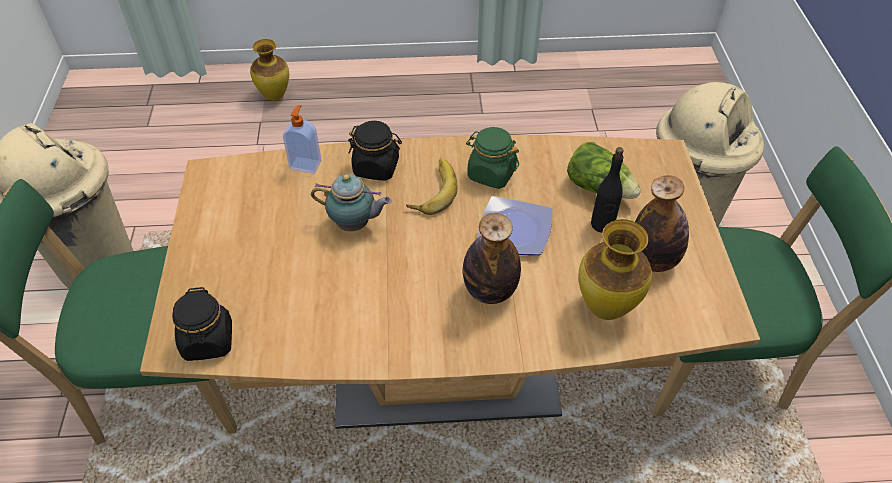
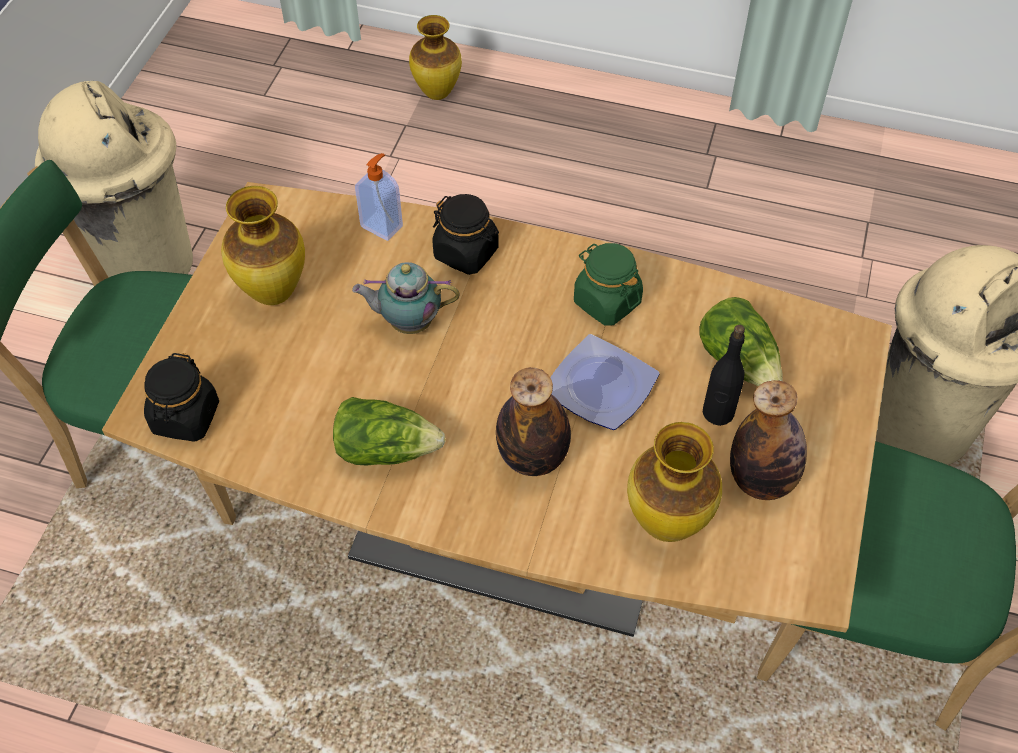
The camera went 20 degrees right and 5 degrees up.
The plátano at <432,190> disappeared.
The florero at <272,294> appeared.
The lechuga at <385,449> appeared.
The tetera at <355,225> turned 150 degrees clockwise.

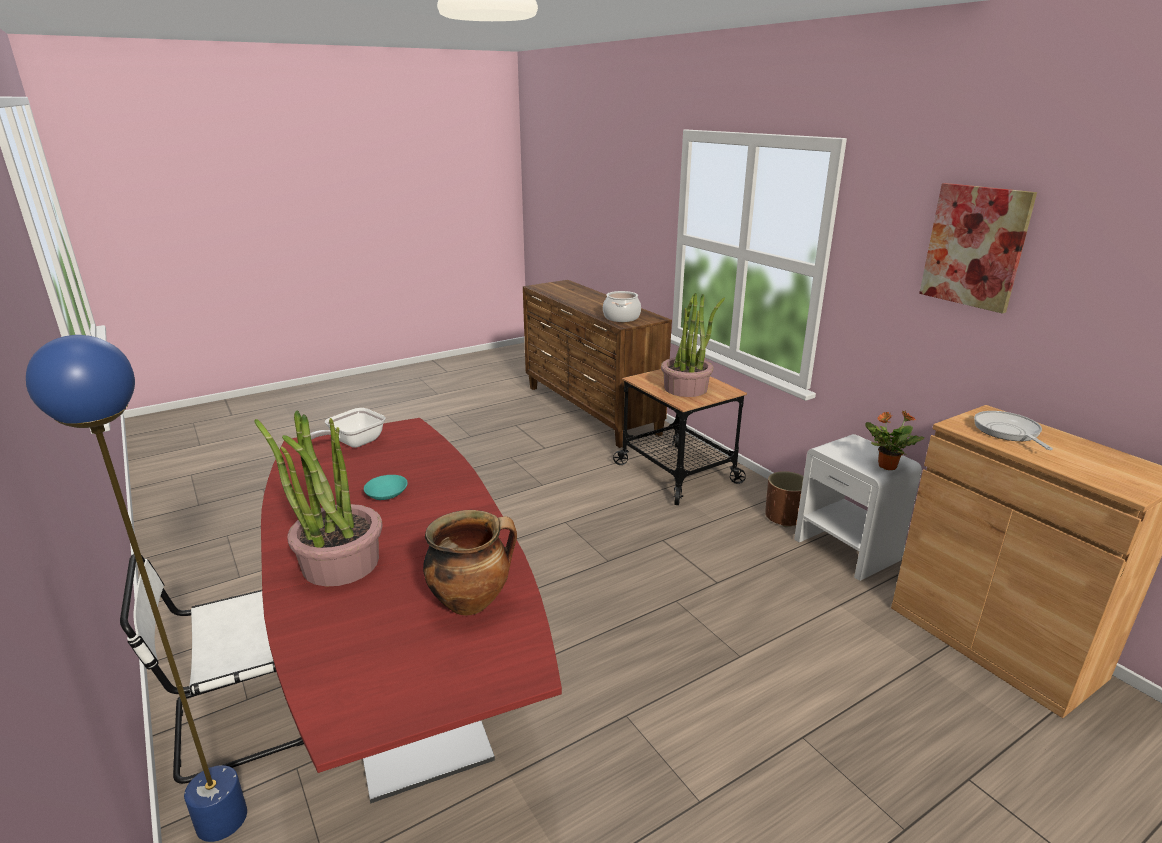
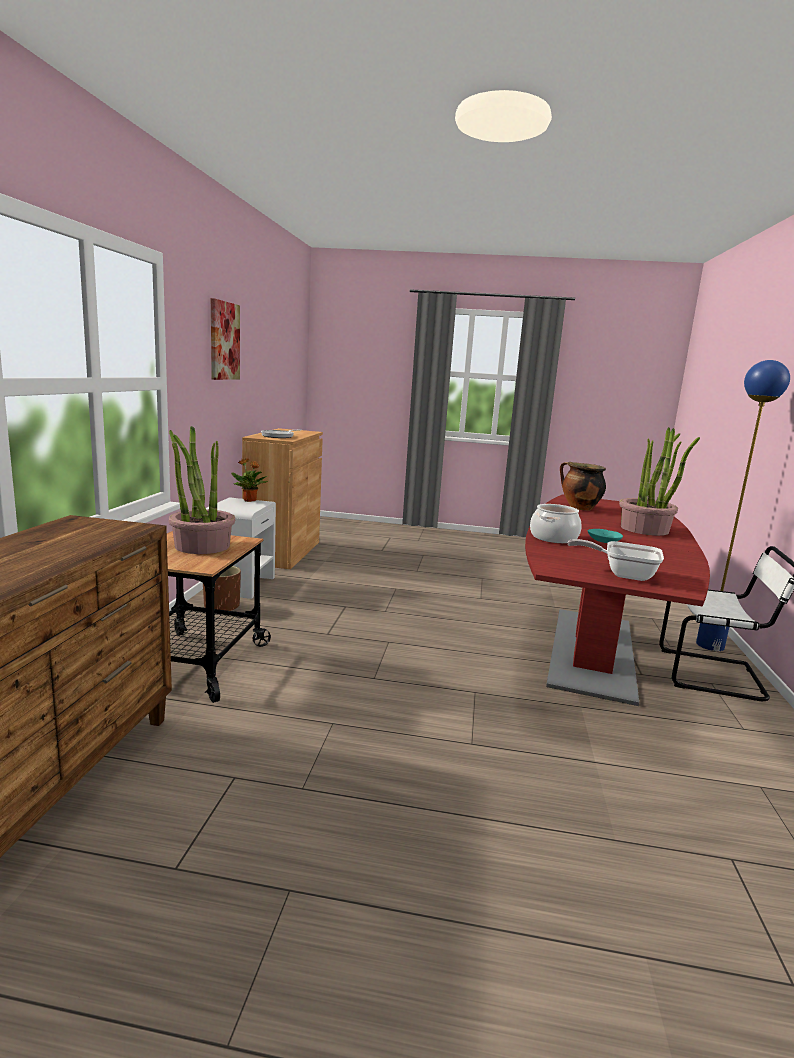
The camera went 140 degrees left and 10 degrees down.
The olla moved from <621,318> to <553,538>.
The sartén at <352,443> turned 150 degrees counterclockwise.

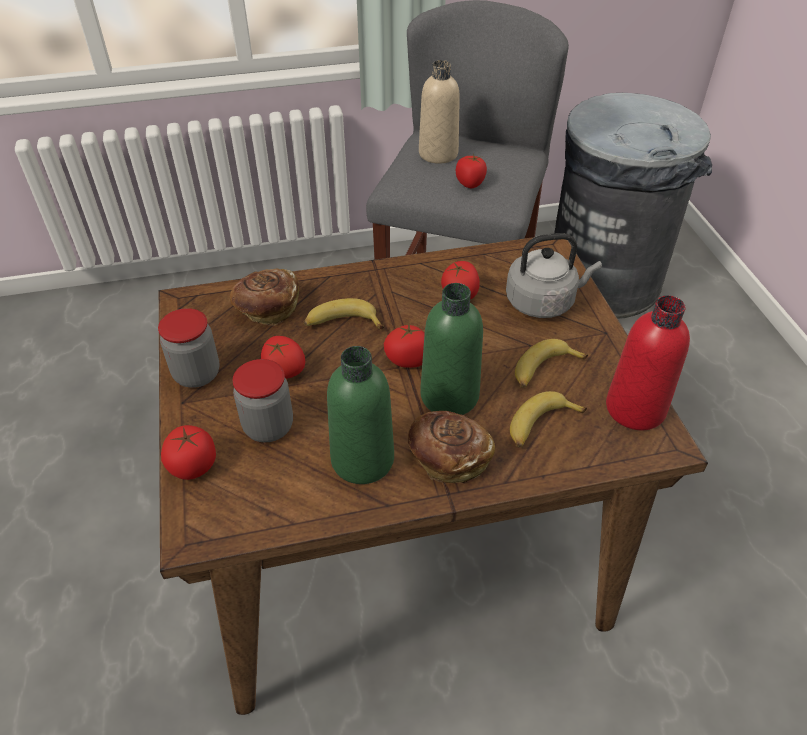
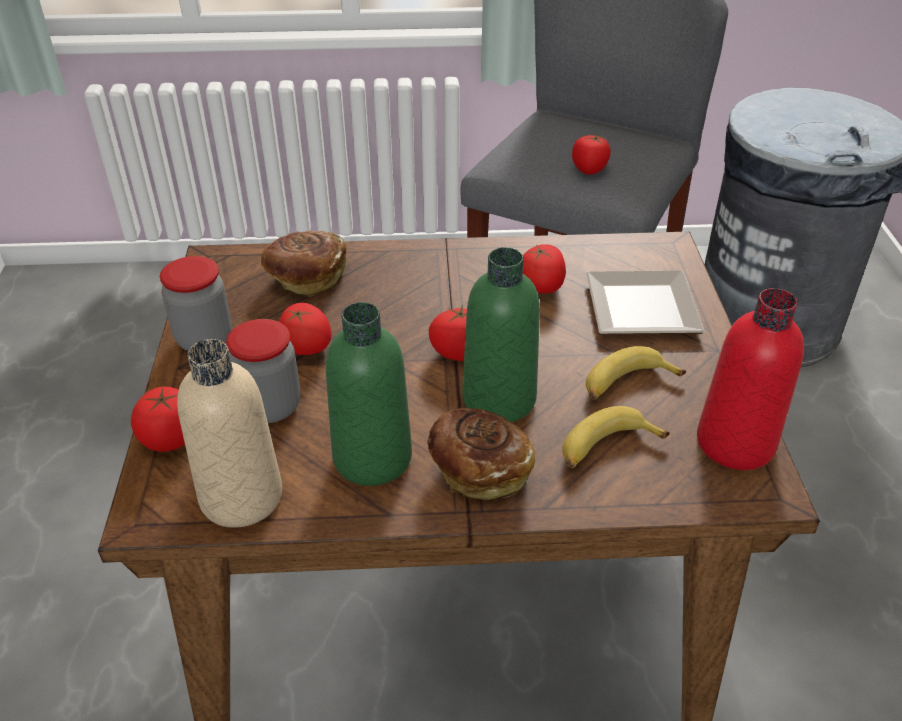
The camera went 10 degrees right and 5 degrees down.
The plátano at <342,323> disappeared.
The botella (beis) moved from <438,154> to <241,497>.
The hervidor (gris) at <543,302> was replaced by the plato at <644,306>.

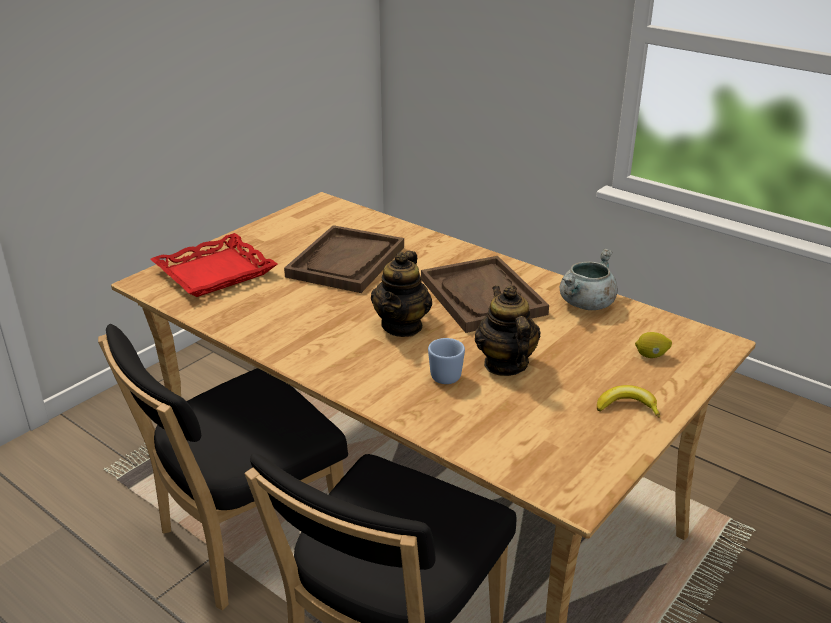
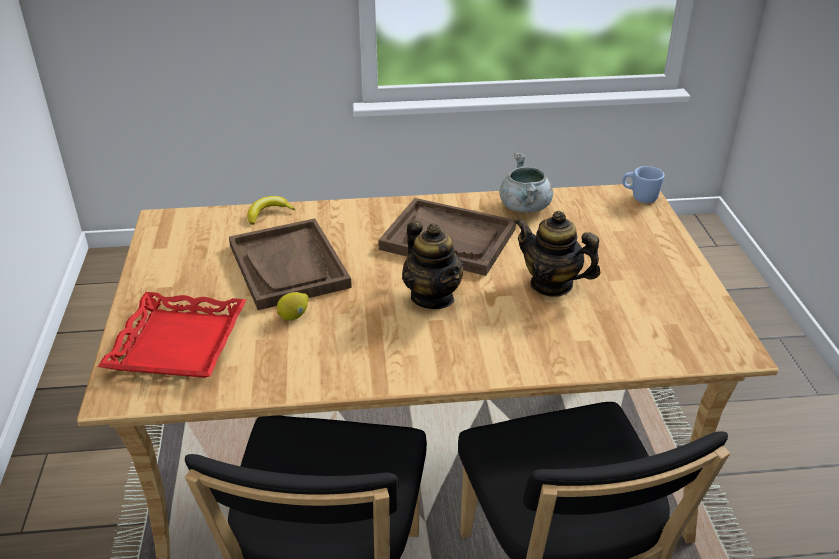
The camera went 45 degrees left and 5 degrees up.
The taza grande (azul) moved from <443,374> to <639,197>.
The plátano moved from <627,407> to <268,214>.
The limón moved from <651,356> to <294,316>.

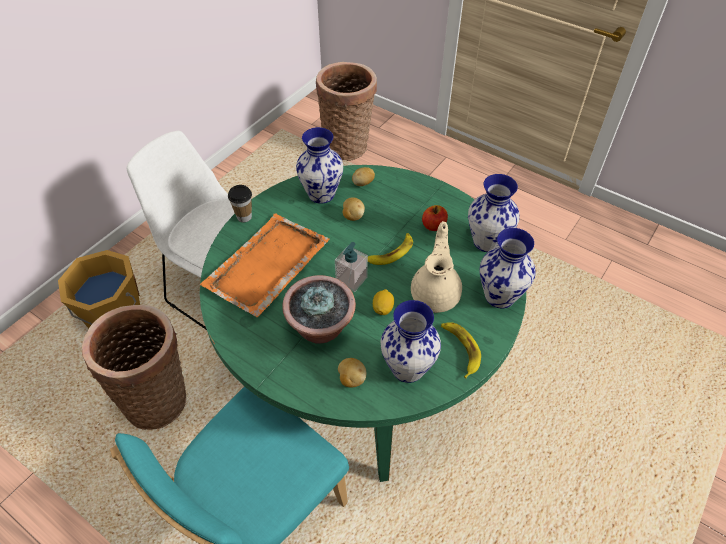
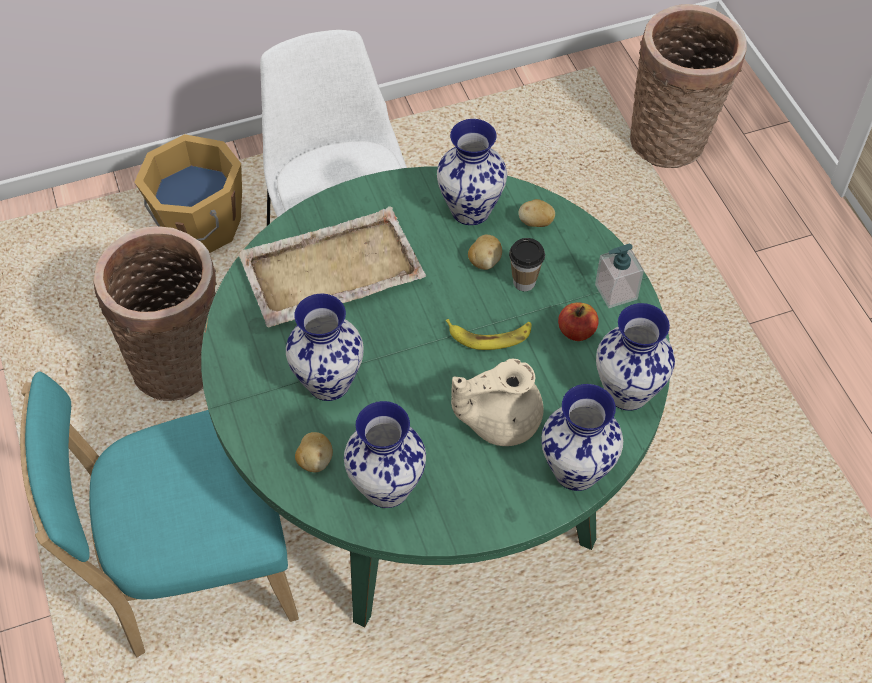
The camera went 35 degrees right and 5 degrees up.
The limón at <383,308> disappeared.
The plátano at <460,349> disappeared.
The taza moved from <244,217> to <524,282>.
The dispensador de jabón moved from <351,280> to <615,292>.
The planta en maceta at <321,328> was replaced by the florero at <330,383>.
The bandeja (naranja) at <266,266> became the bandeja (beis) at <330,270>.
The tetera (beis) at <436,293> turned 150 degrees counterclockwise.

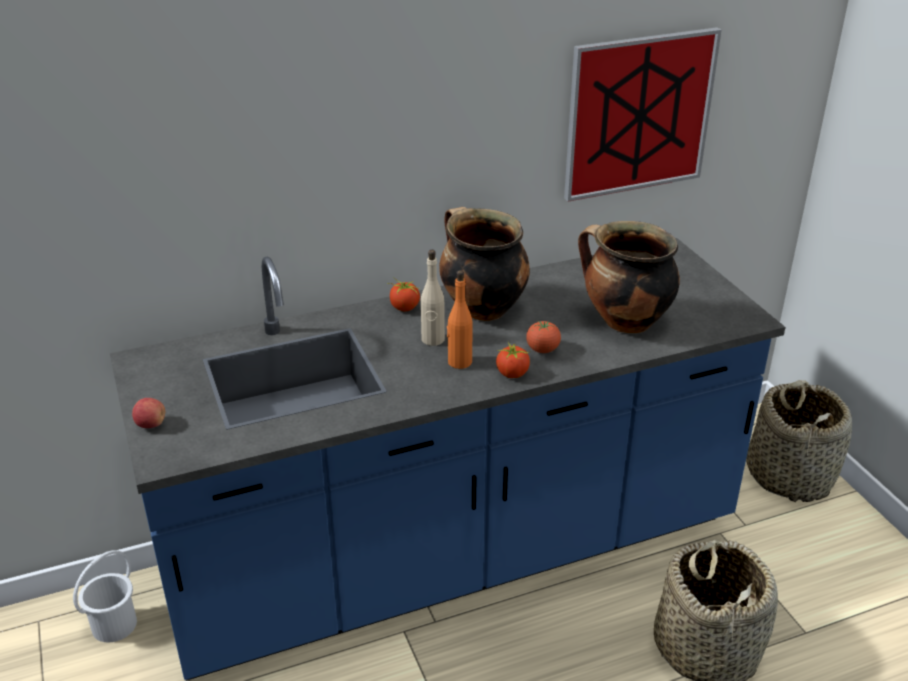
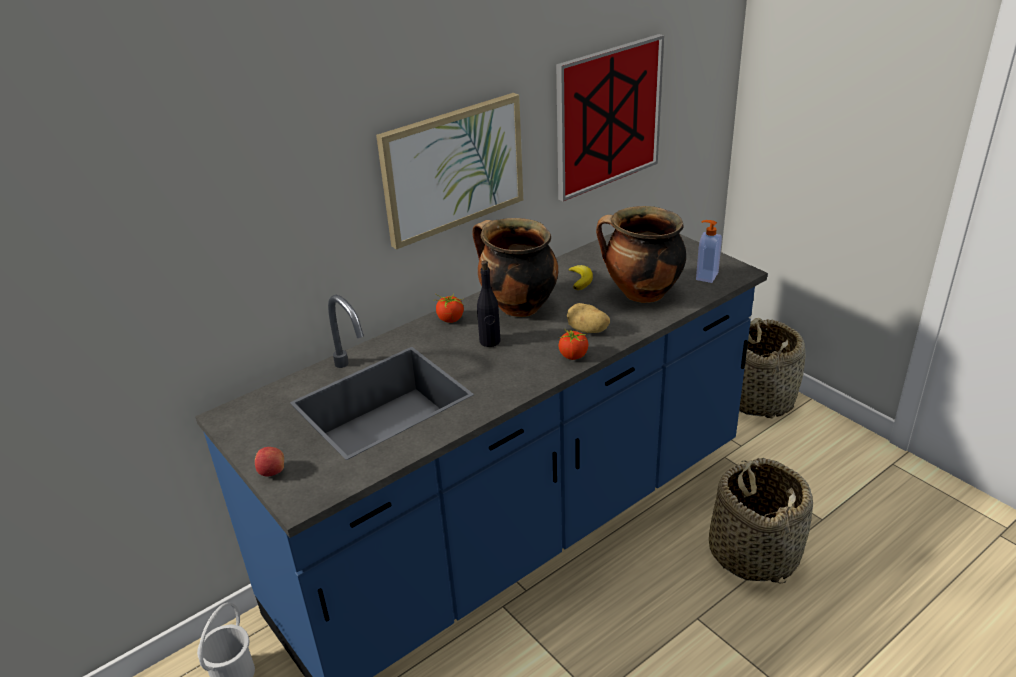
The camera went 15 degrees left and 0 degrees up.
The botella (naranja) at <459,362> disappeared.
The cuadro at <452,168> appeared.
The plátano at <580,279> appeared.
The dispensador de jabón at <706,276> appeared.
The tomate at <542,350> was replaced by the patata at <587,330>.
The botella (beis) at <433,340> became the botella (negro) at <490,341>.

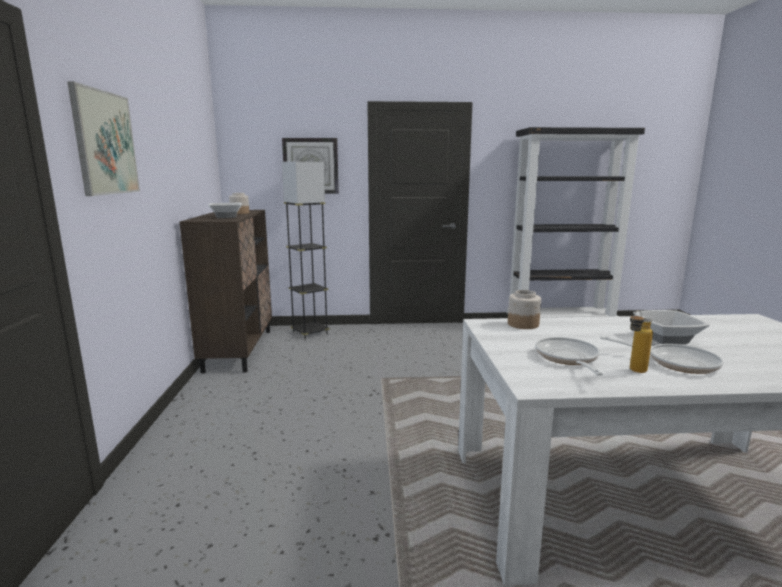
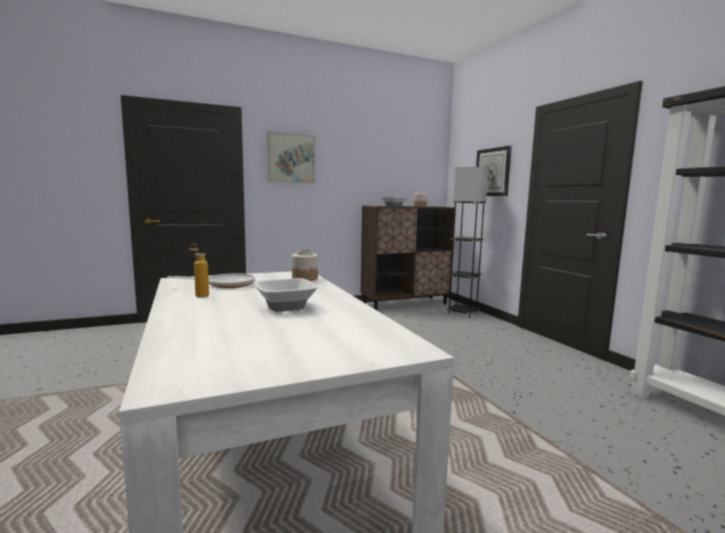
The camera went 70 degrees right and 5 degrees down.
The sartén at <675,362> disappeared.

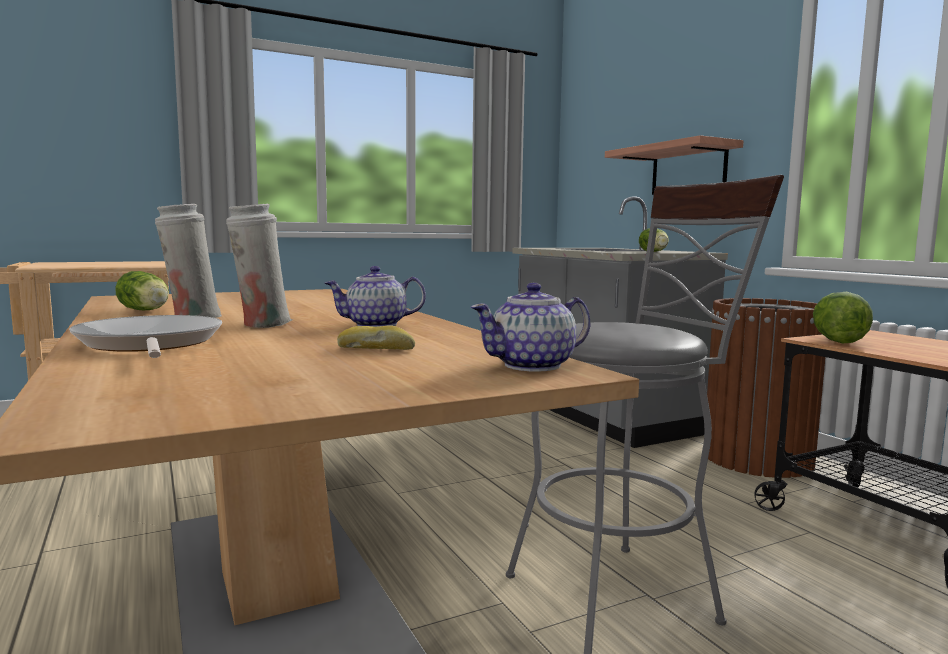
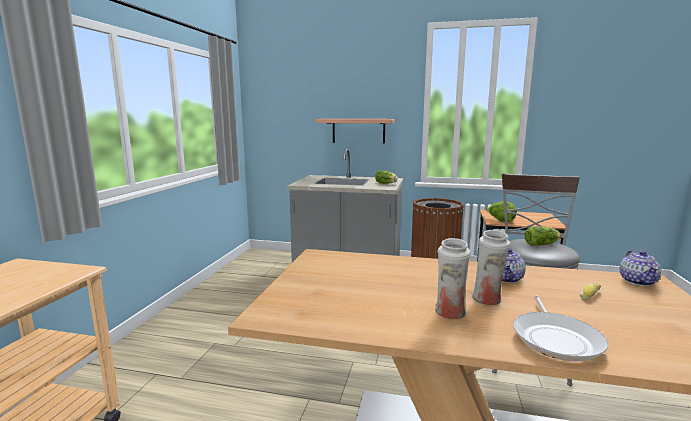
The camera went 50 degrees left and 5 degrees up.
The lechuga moved from <146,311> to <542,244>.
The sartén at <149,344> turned 90 degrees counterclockwise.

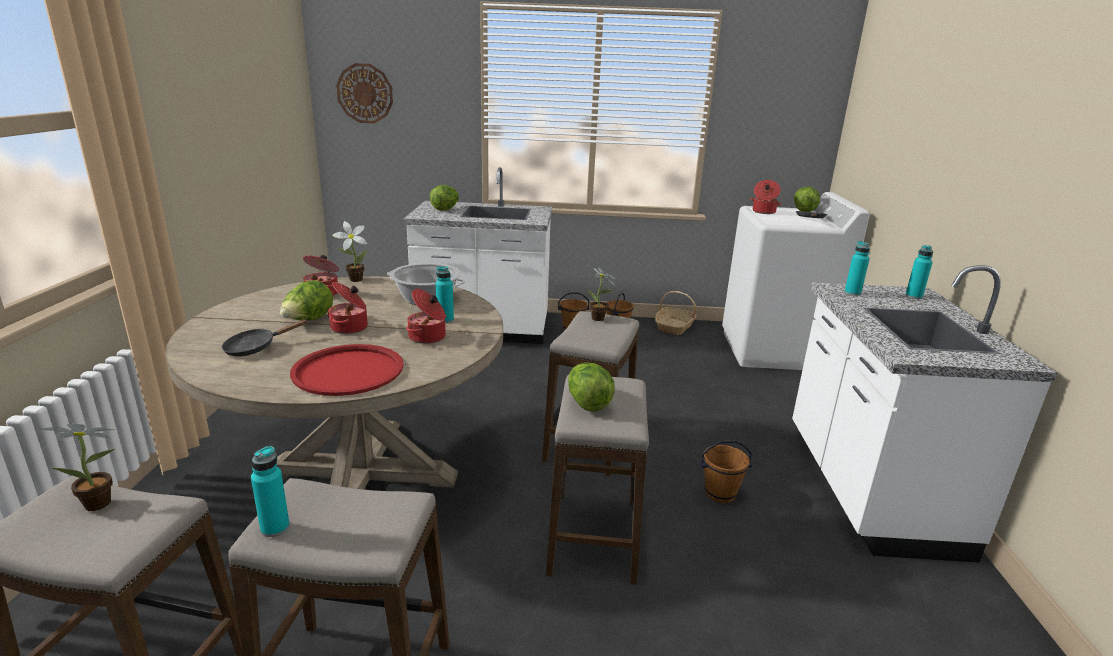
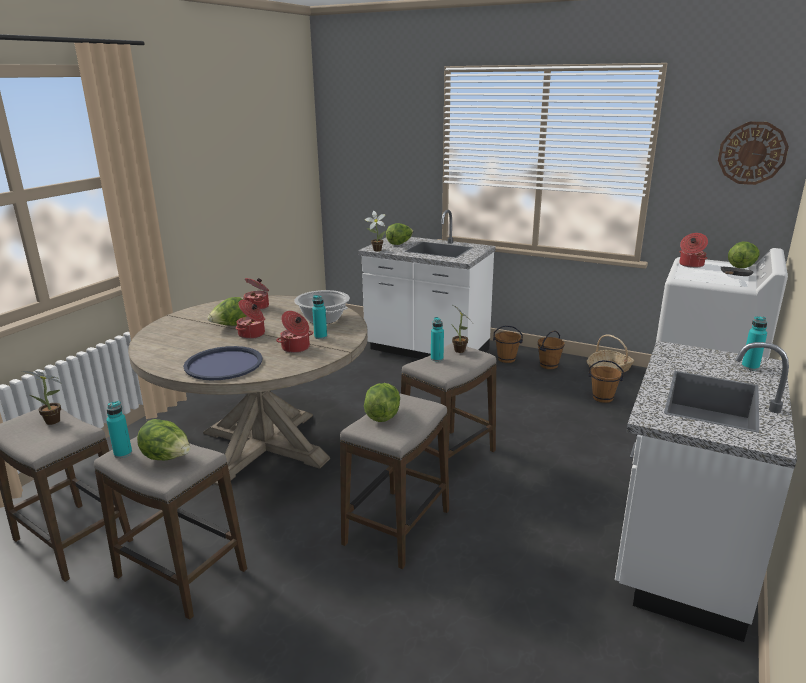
The camera went 25 degrees right and 0 degrees up.
The sartén (negro) at <255,348> disappeared.
The lechuga at <167,458> appeared.
The planta en maceta moved from <353,280> to <376,250>.
The reloj de pared moved from <365,93> to <752,153>.
The cubo (marrón) moved from <720,493> to <602,398>.
The botella (turquesa) moved from <852,293> to <437,359>.
The bandeja (rojo) at <348,371> became the bandeja (azul) at <224,364>.

